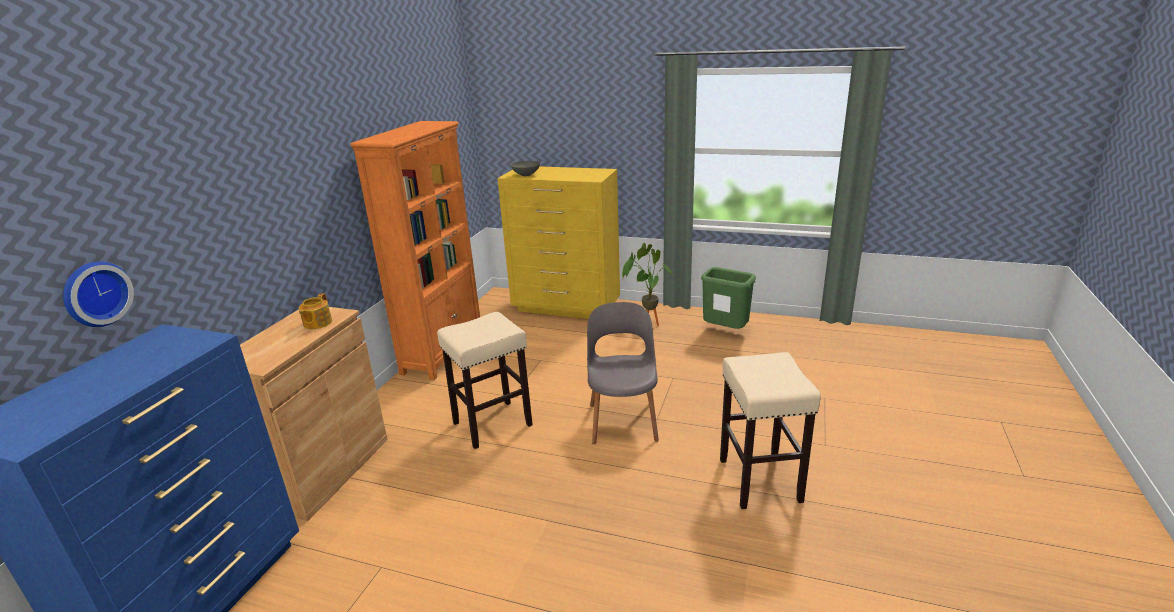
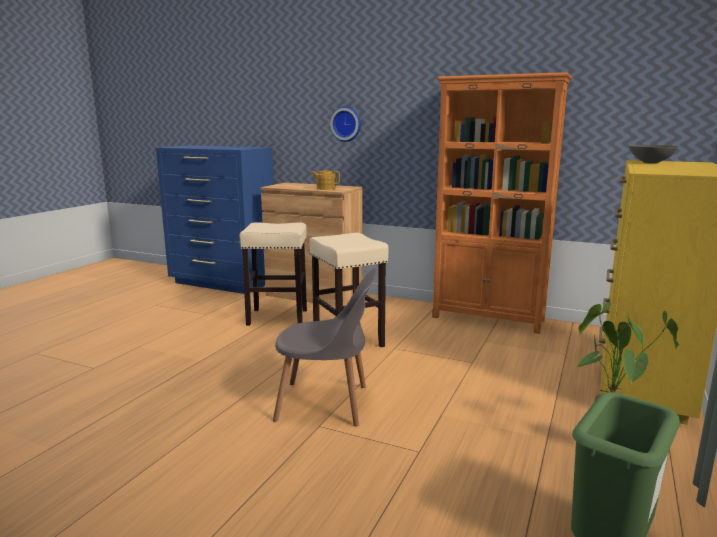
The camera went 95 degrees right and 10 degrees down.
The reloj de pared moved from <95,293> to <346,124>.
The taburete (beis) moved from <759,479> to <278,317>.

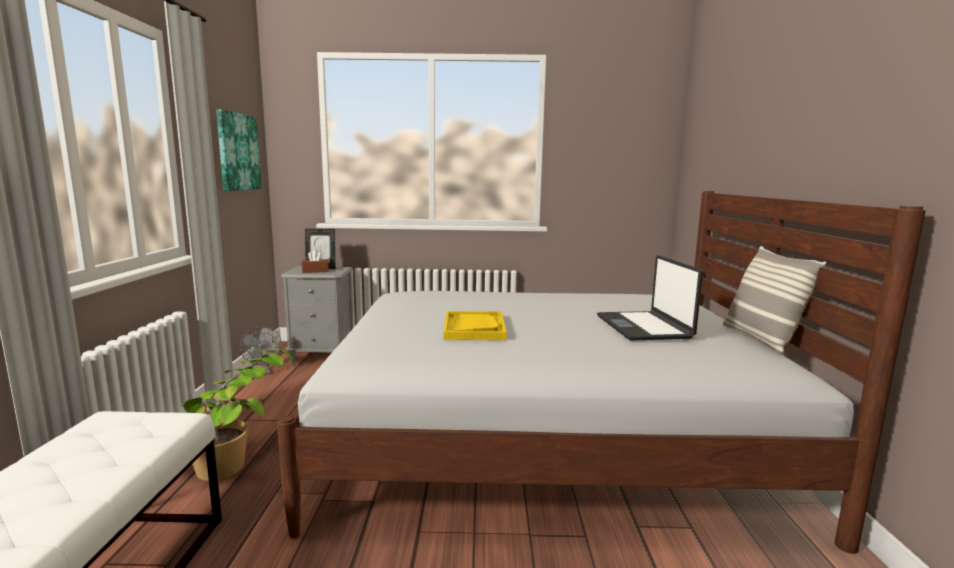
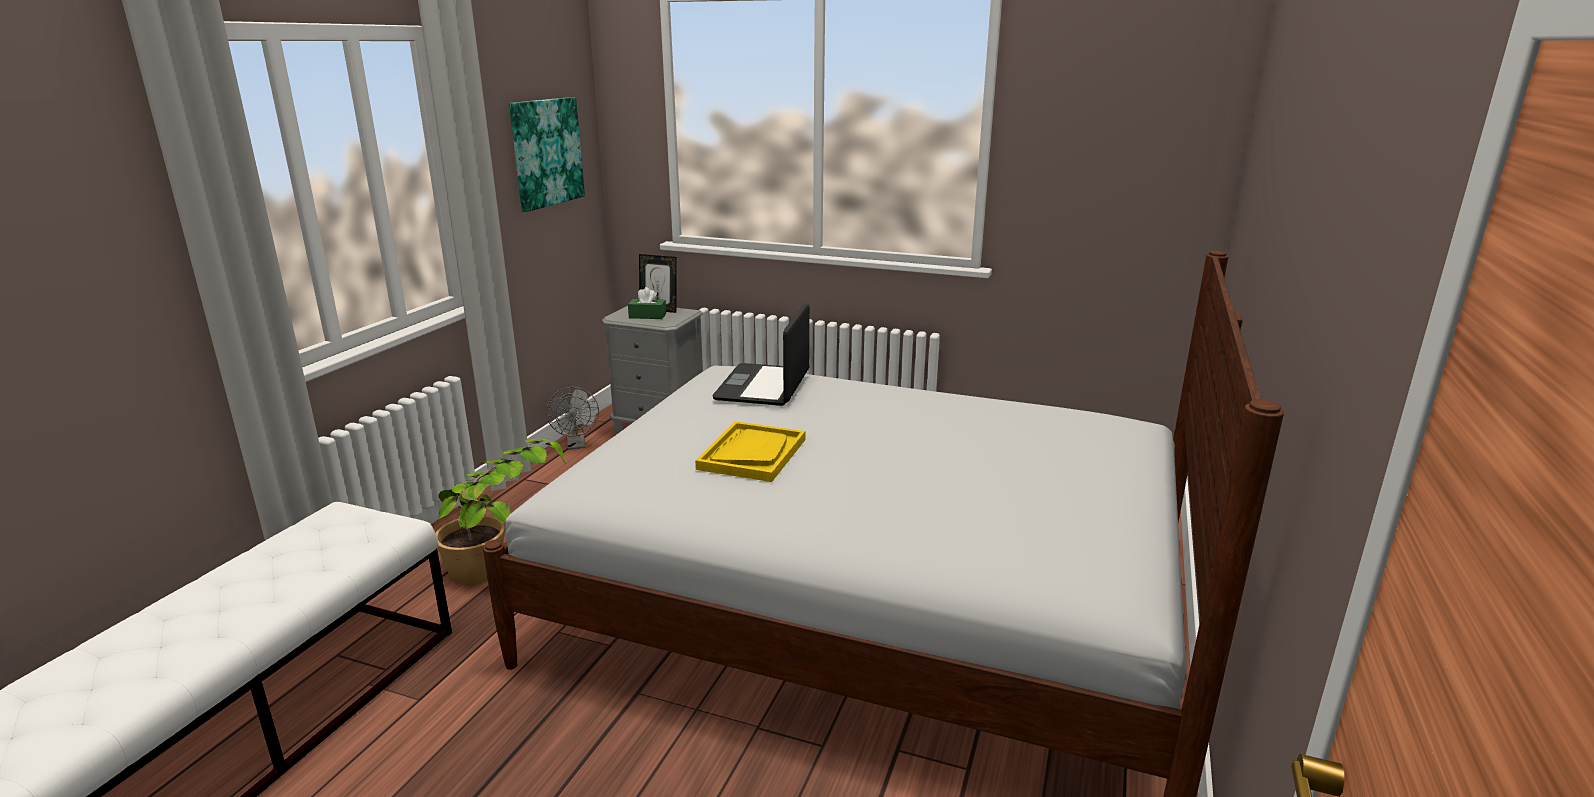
The camera went 20 degrees right and 10 degrees up.
The cojín at <760,339> disappeared.
The portátil moved from <644,327> to <764,386>.
The caja de pañuelos (marrón) at <315,271> became the caja de pañuelos (verde) at <647,316>.

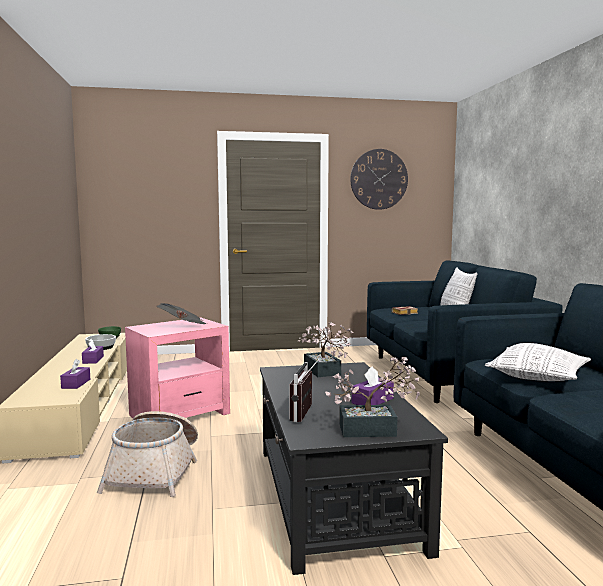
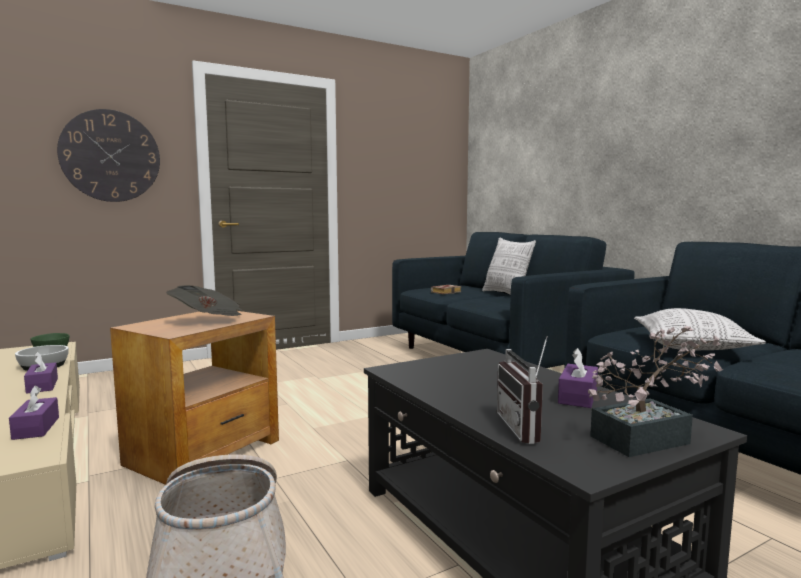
The camera went 20 degrees left and 0 degrees up.
The planta en maceta at <323,372> disappeared.
The reloj de pared moved from <379,179> to <110,156>.
The mesa auxiliar (rosa) at <180,414> became the mesa auxiliar (marrón) at <205,452>.

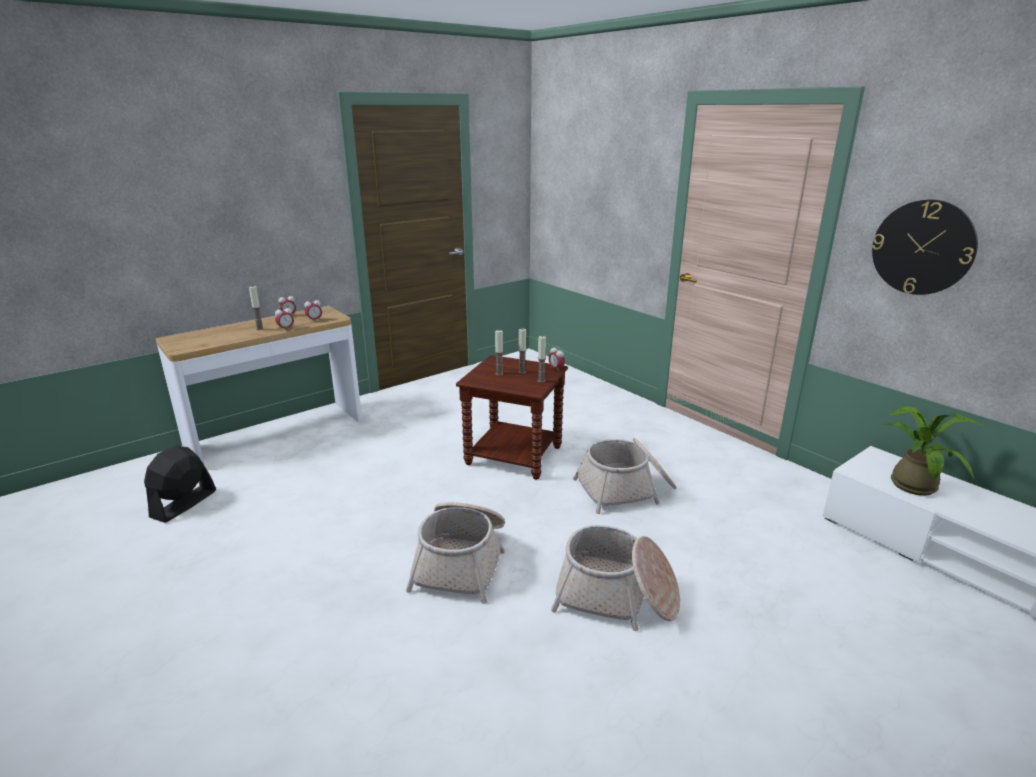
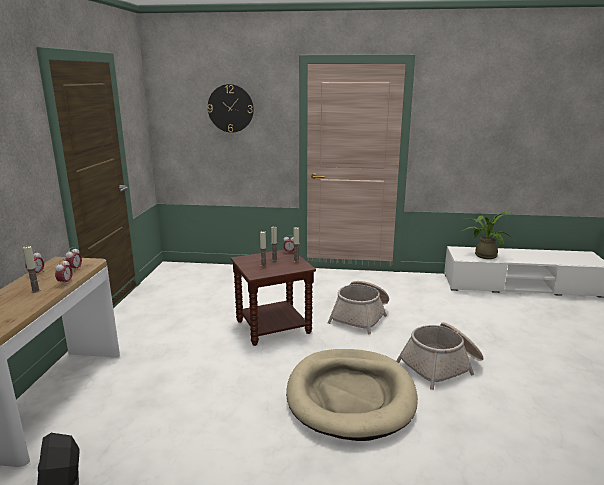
The camera went 45 degrees left and 5 degrees down.
The reloj de pared moved from <922,247> to <230,108>.
The cesta at <462,561> was replaced by the cama para perro (beis) at <350,396>.

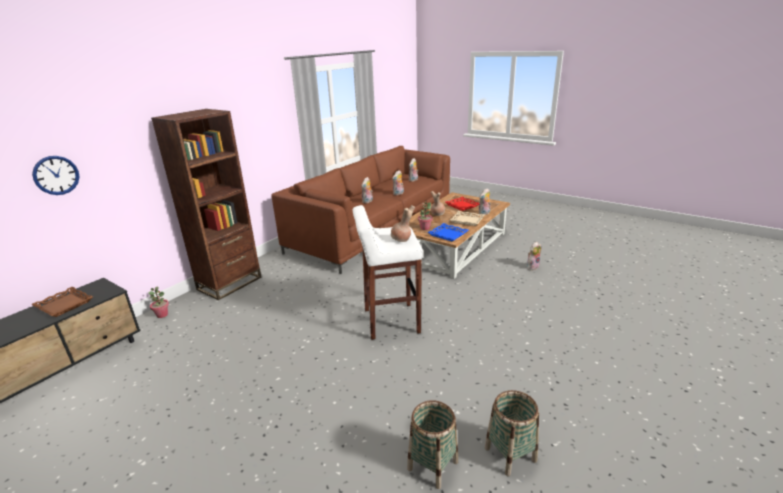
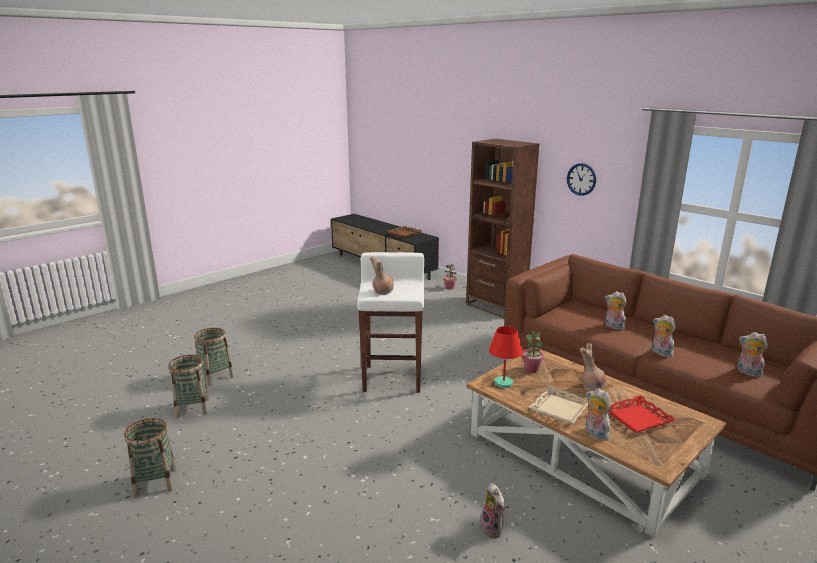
The camera went 100 degrees right and 5 degrees down.
The cesta at <155,482> appeared.
The reloj de pared moved from <56,175> to <581,179>.
The bandeja (azul) at <447,235> was replaced by the lámpara de mesa (rojo) at <503,383>.

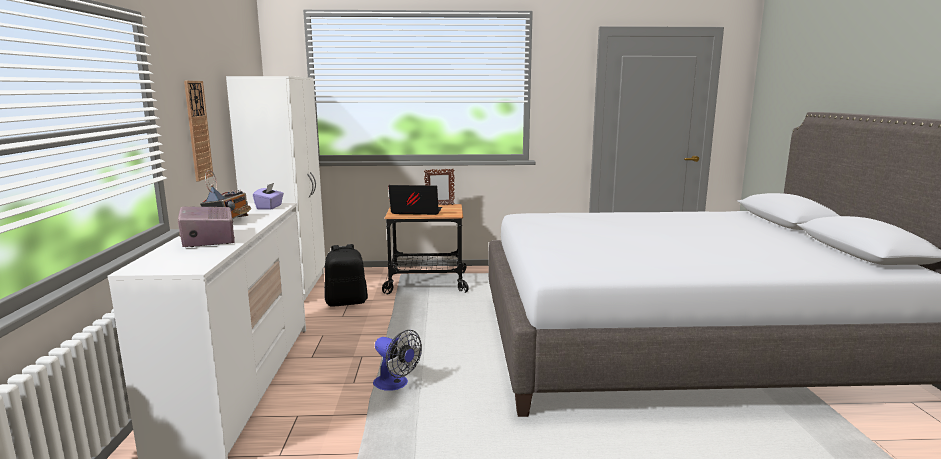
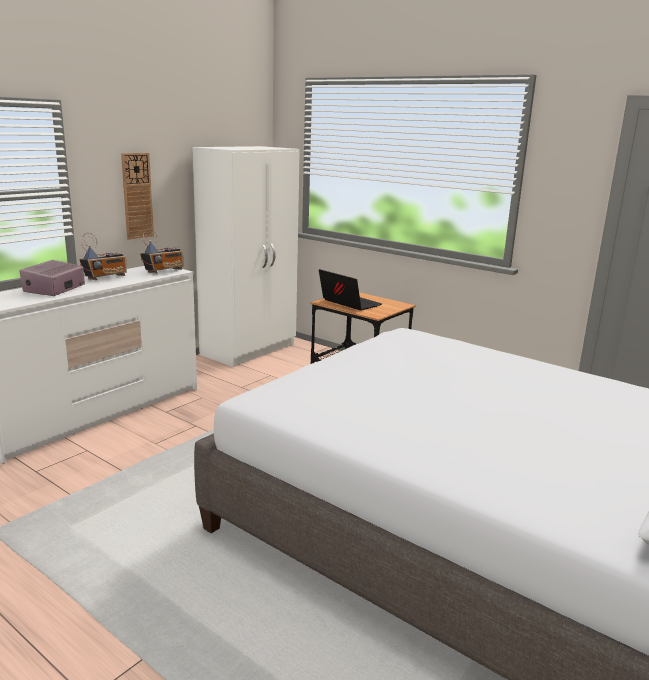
The camera went 40 degrees right and 5 degrees up.
The mochila (negro) at <346,302> disappeared.
The ventilador at <395,385> disappeared.
The portarretratos at <439,205> disappeared.
The caja de pañuelos (morado) at <269,207> was replaced by the radio at <164,271>.

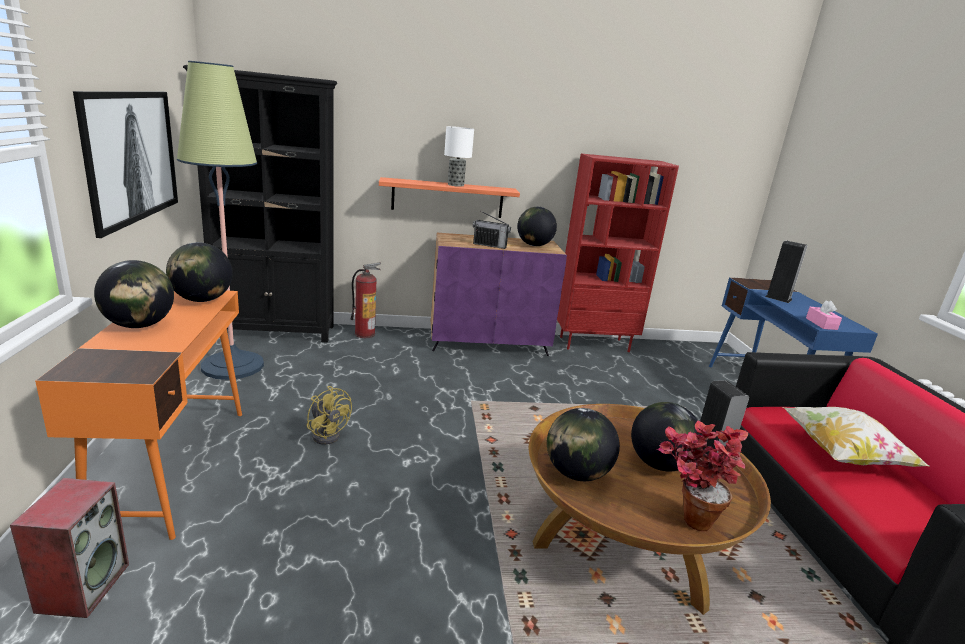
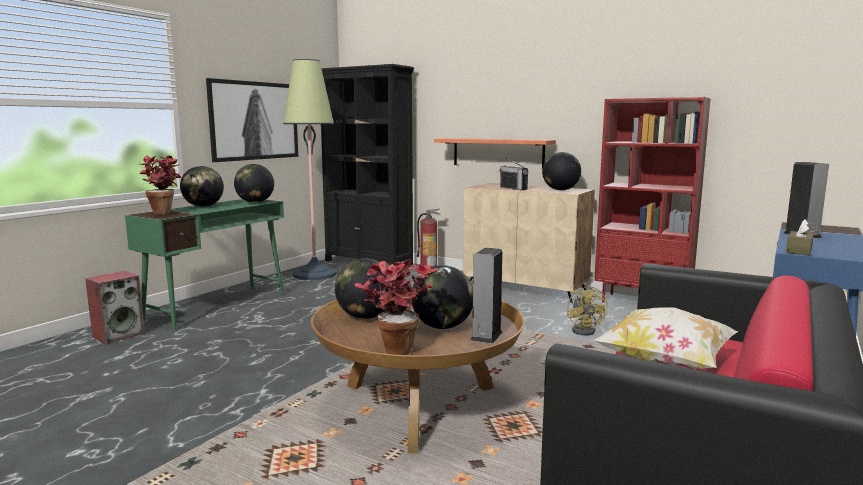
The camera went 40 degrees right and 10 degrees down.
The lámpara de mesa at <455,185> disappeared.
The planta en maceta at <165,213> appeared.
The ventilador (amarillo) moved from <328,434> to <585,330>.
The escritorio (naranja) at <174,465> became the escritorio (verde) at <218,306>.
The armario (morado) at <489,343> became the armario (beis) at <526,288>.
The caja de pañuelos (rosa) at <821,324> became the caja de pañuelos (marrón) at <799,251>.

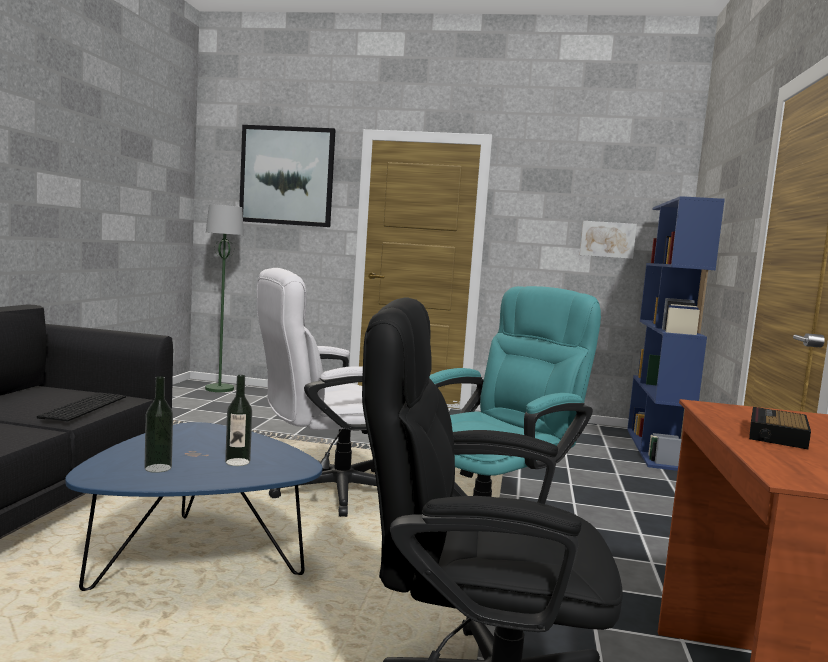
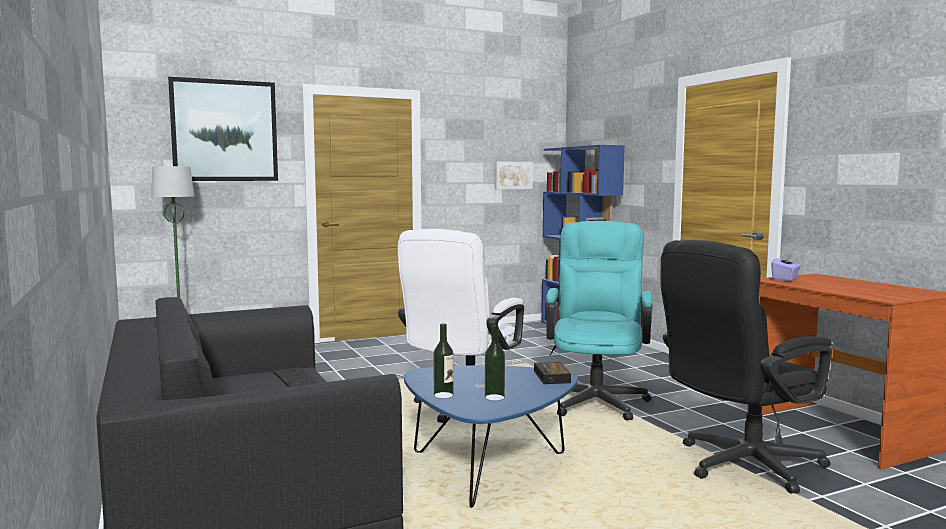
The camera went 35 degrees left and 0 degrees up.
The caja de pañuelos (morado) at <785,279> appeared.
The botella moved from <237,462> to <443,395>.
The despertador moved from <777,435> to <552,377>.

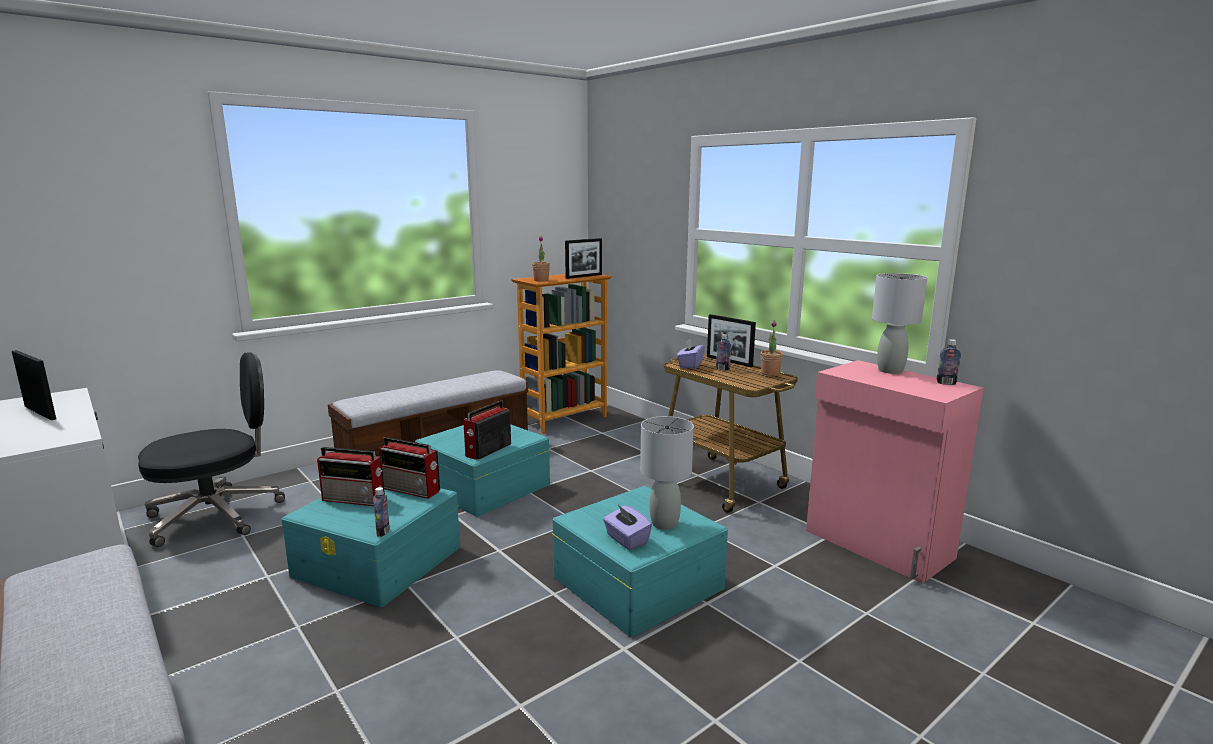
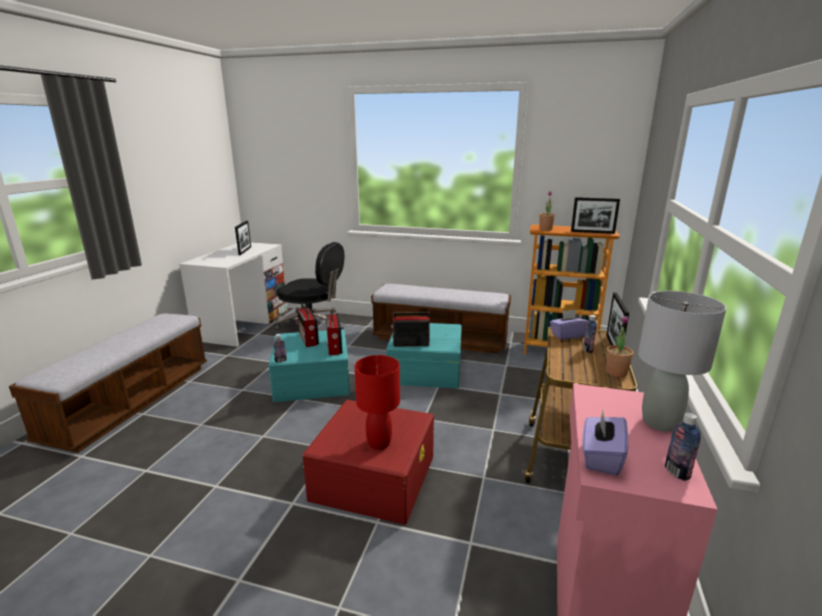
The camera went 55 degrees right and 5 degrees up.
The caja de pañuelos (morado) moved from <626,540> to <601,457>.
The caja de almacenaje (turquesa) at <637,581> became the caja de almacenaje (rojo) at <374,476>.
The lámpara de mesa (gris) at <664,524> became the lámpara de mesa (rojo) at <379,443>.

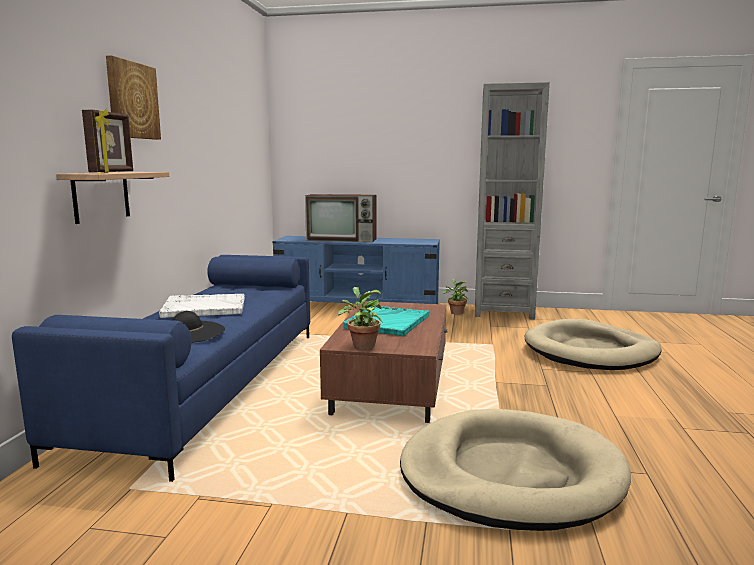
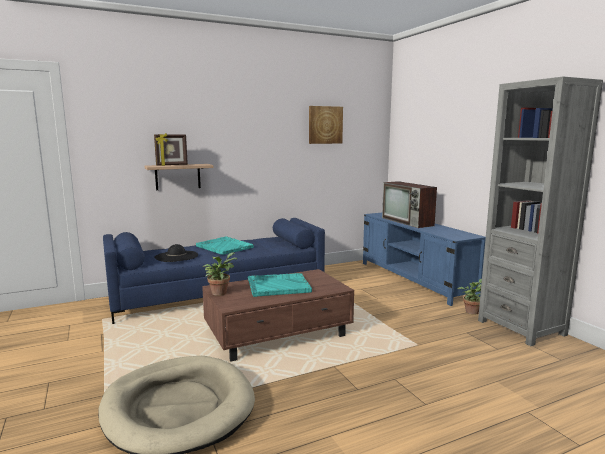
The camera went 55 degrees right and 0 degrees up.
The cama para perro (beis) at <590,351> disappeared.
The cuadro moved from <132,100> to <325,125>.
The bandeja (blanco) at <203,307> became the bandeja (turquesa) at <224,246>.

